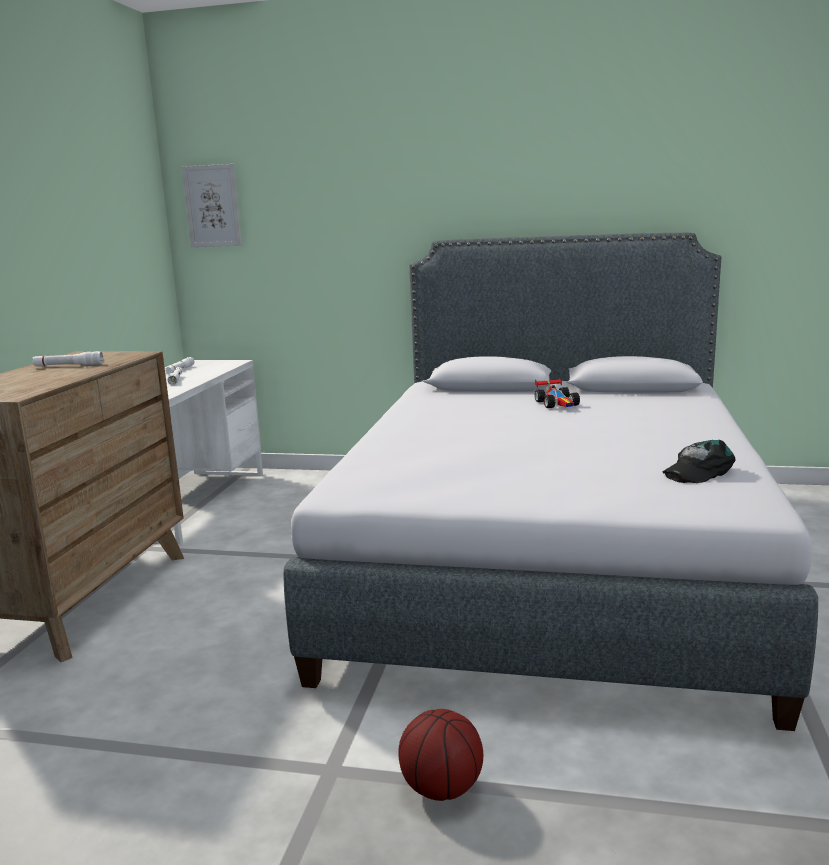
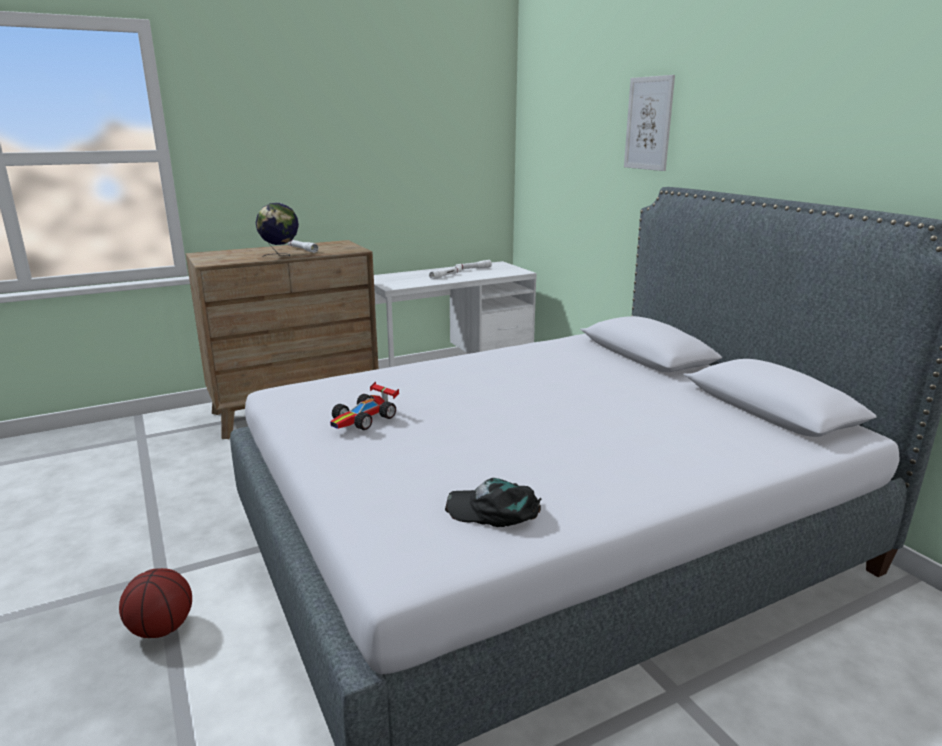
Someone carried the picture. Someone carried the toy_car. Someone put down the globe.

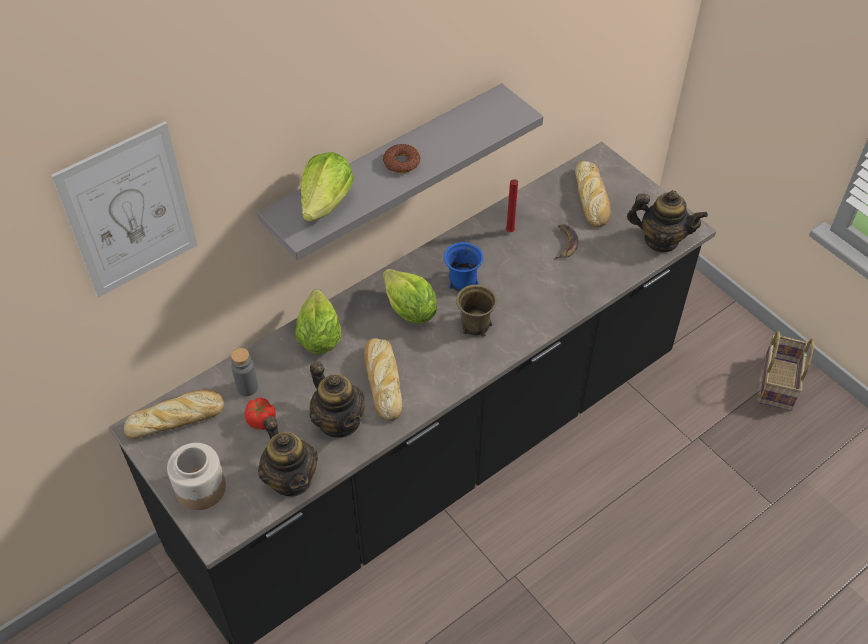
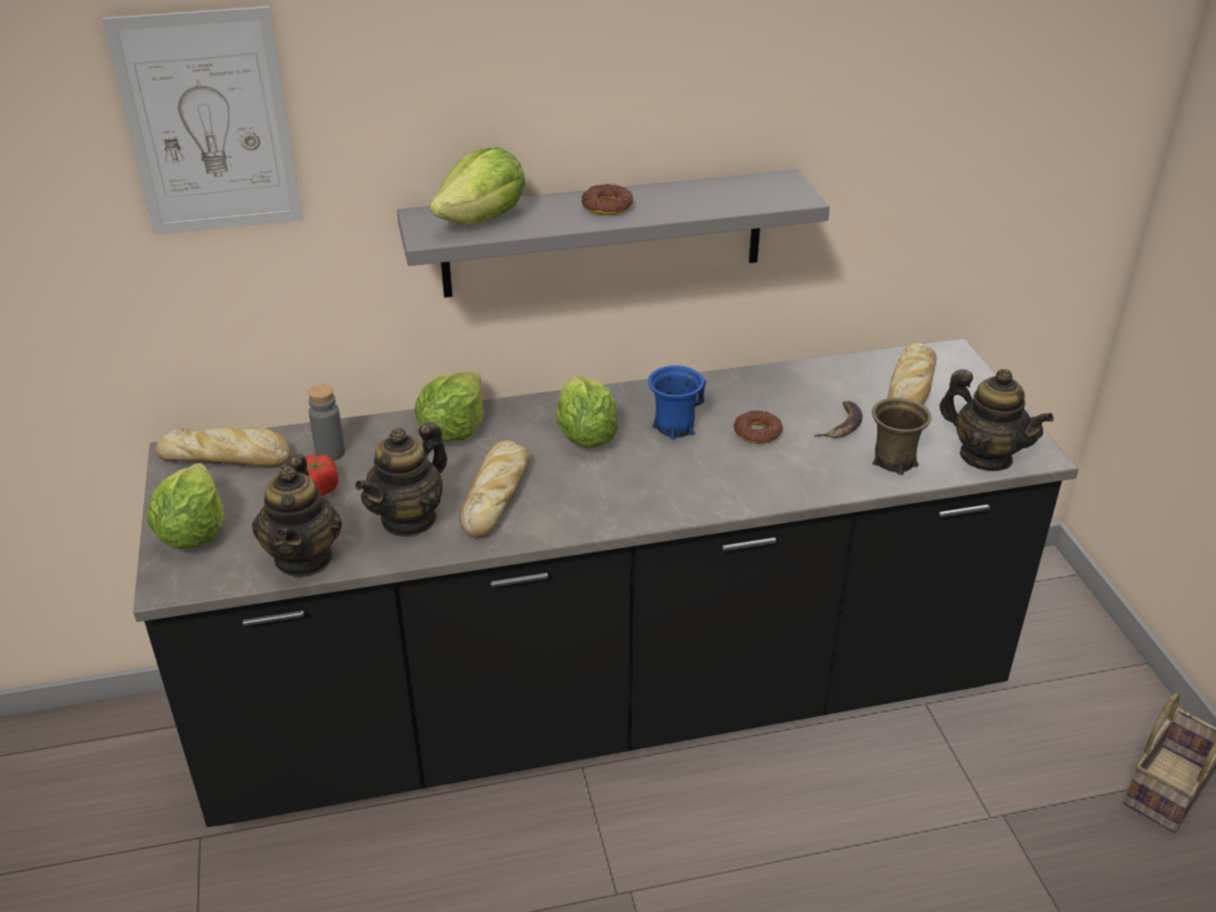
Someone took away the red-coloured_wax_light. Someone carried the brownish_mug. Someone rotated the pot_for_tea (no. 2 from left) by 45 degrees clockwise. Someone swapped the storage_jar for the head_of_lettuce (no. 1 from left). Someone put down the donut (no. 2 from left).

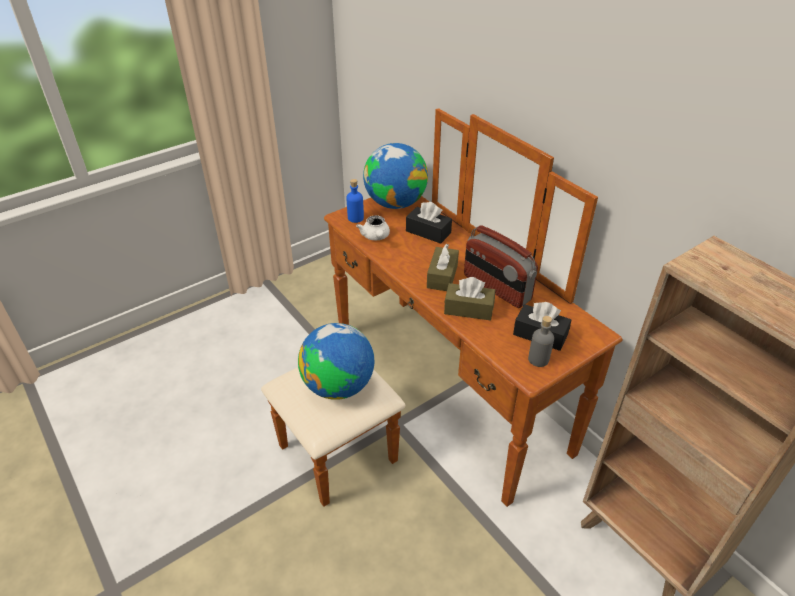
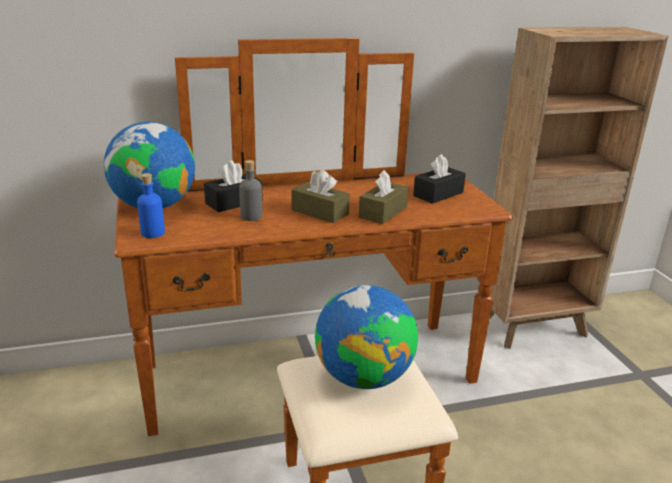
Someone took away the white-coloured_pot_for_tea. Someone took away the radio_set. Someone carried the grey_beverage_bottle.

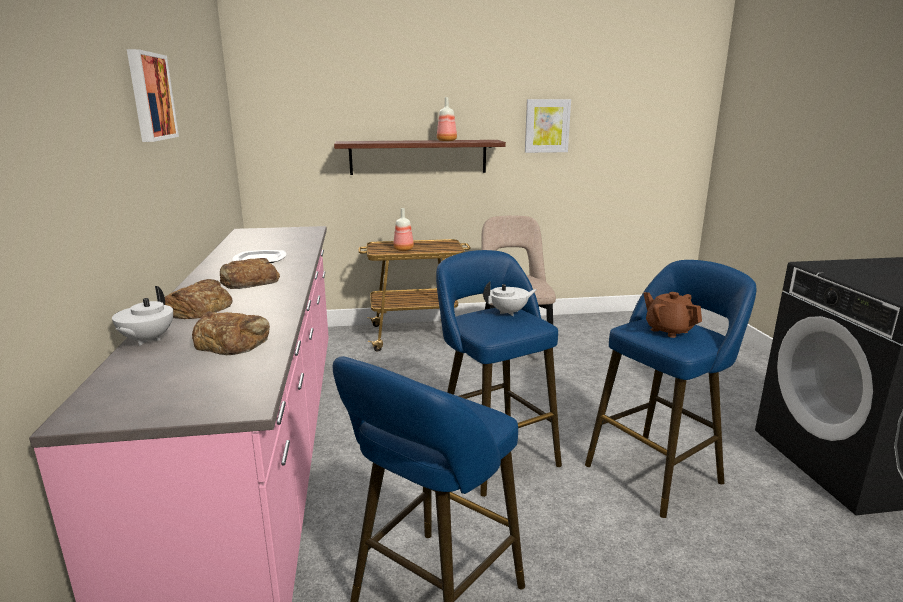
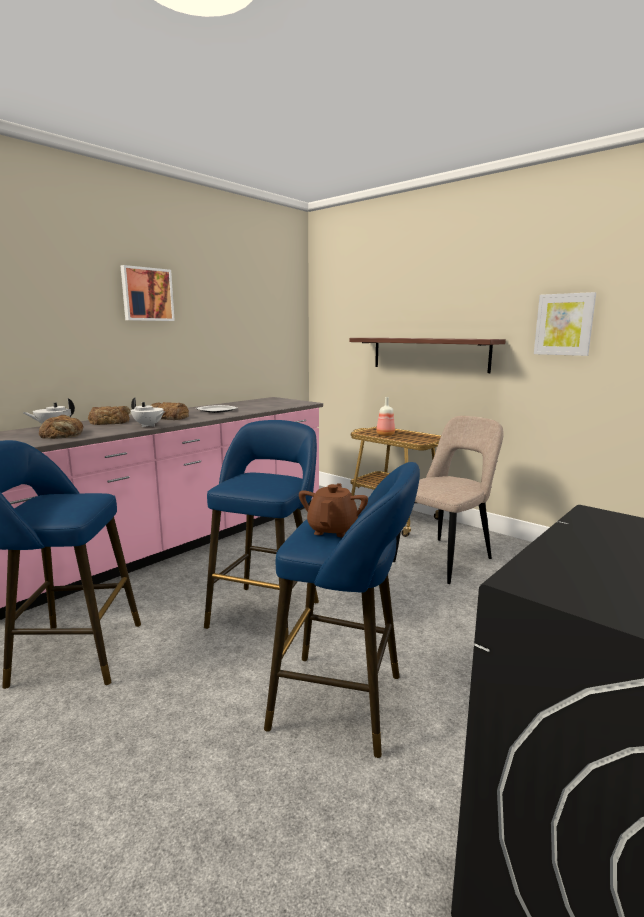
Someone took away the beverage_bottle (no. 2 from left). Someone carried the white-coloured_pot_for_tea (no. 2 from left).

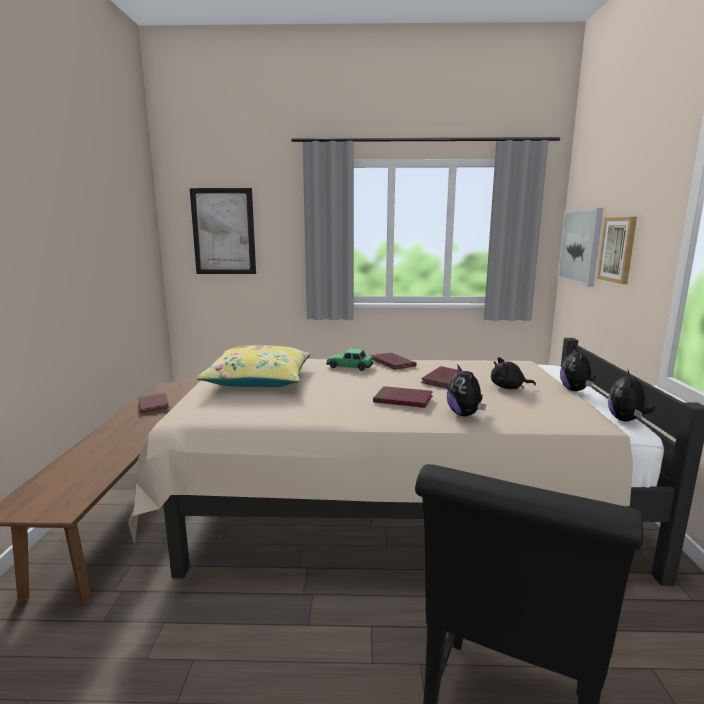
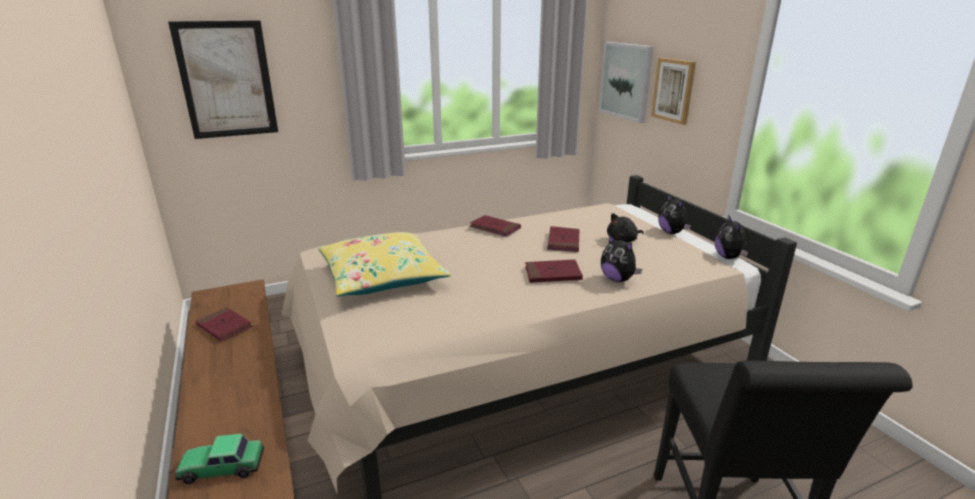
Someone carried the toy_car.

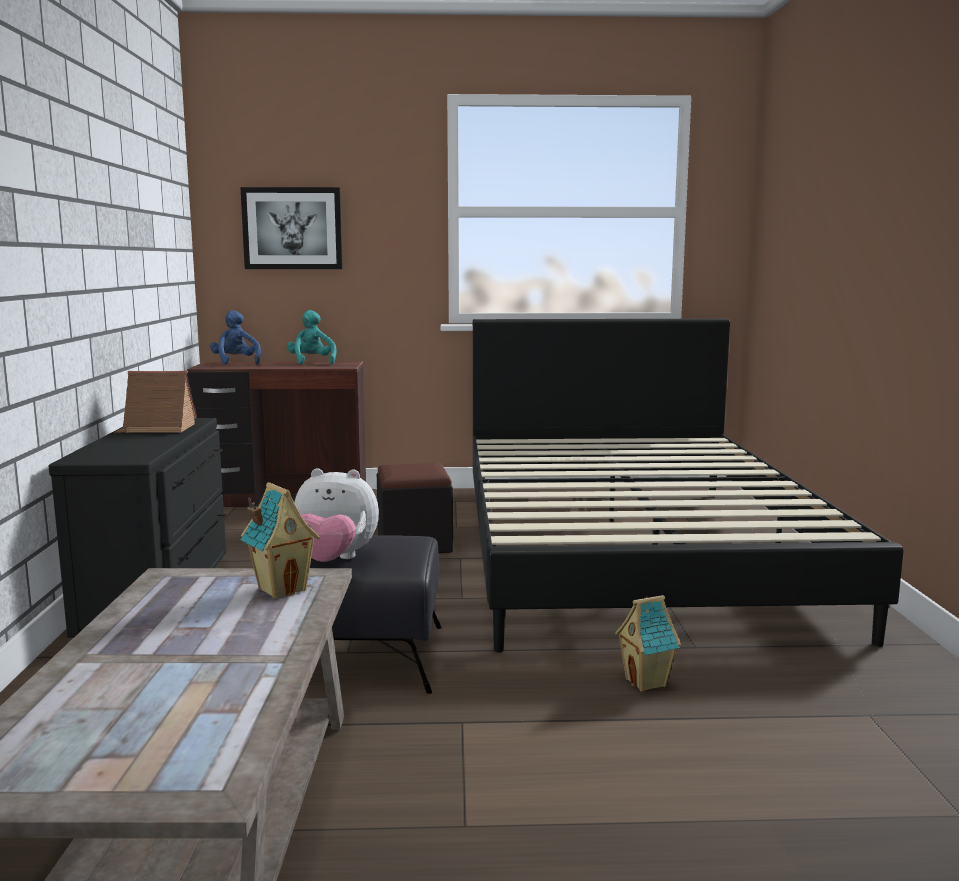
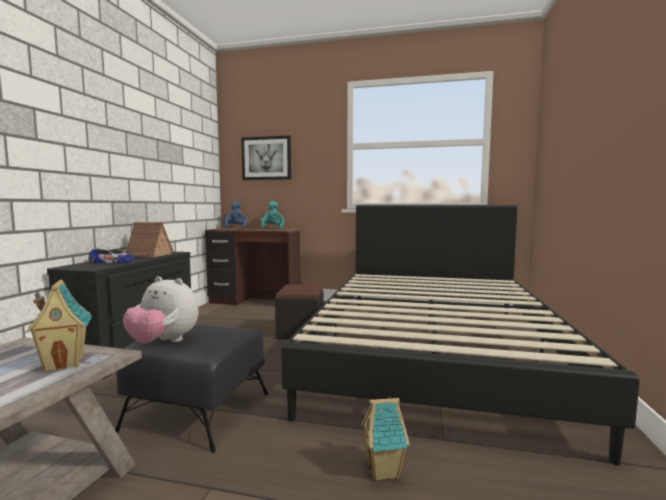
Someone put down the toy_car.

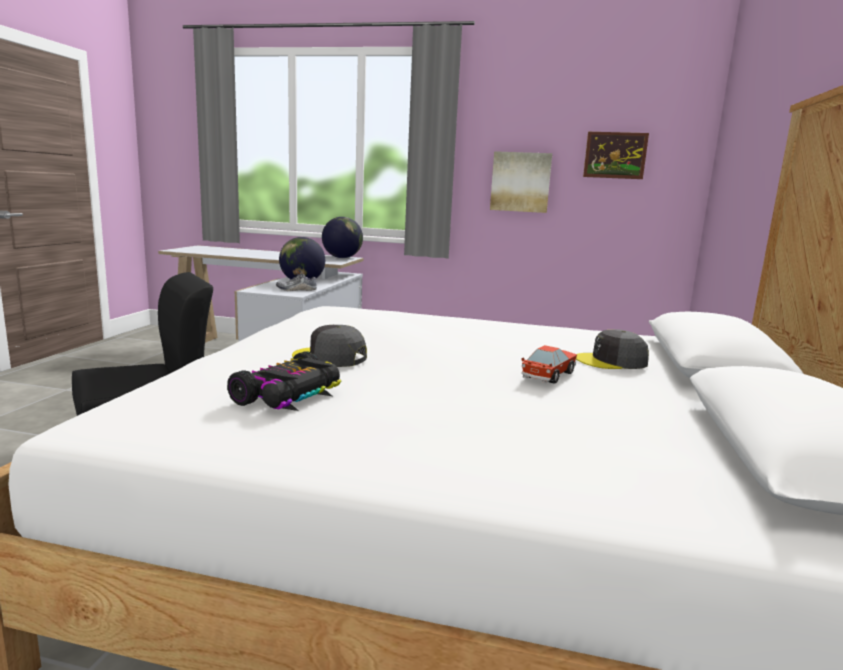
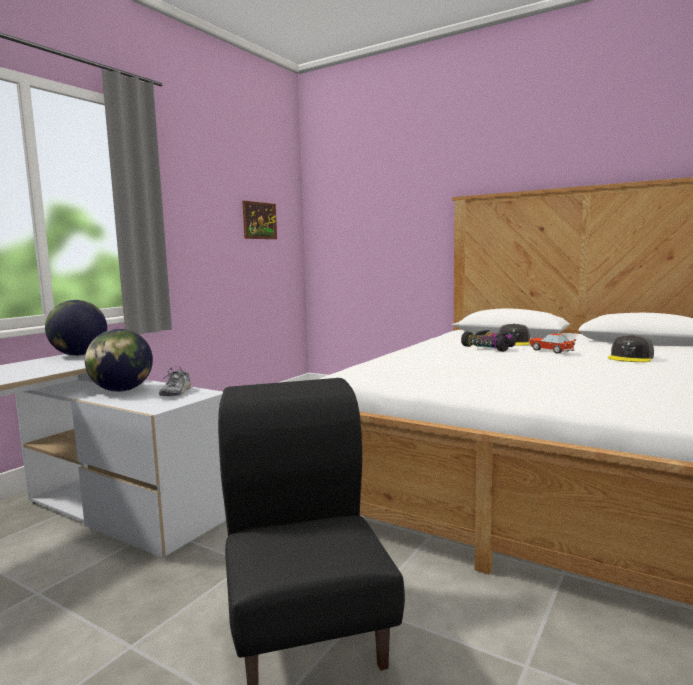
Someone took away the picture (no. 1 from left). Someone carried the grey_baseball_cap (no. 1 from left in the first image). Someone carried the toy_car (no. 1 from left).

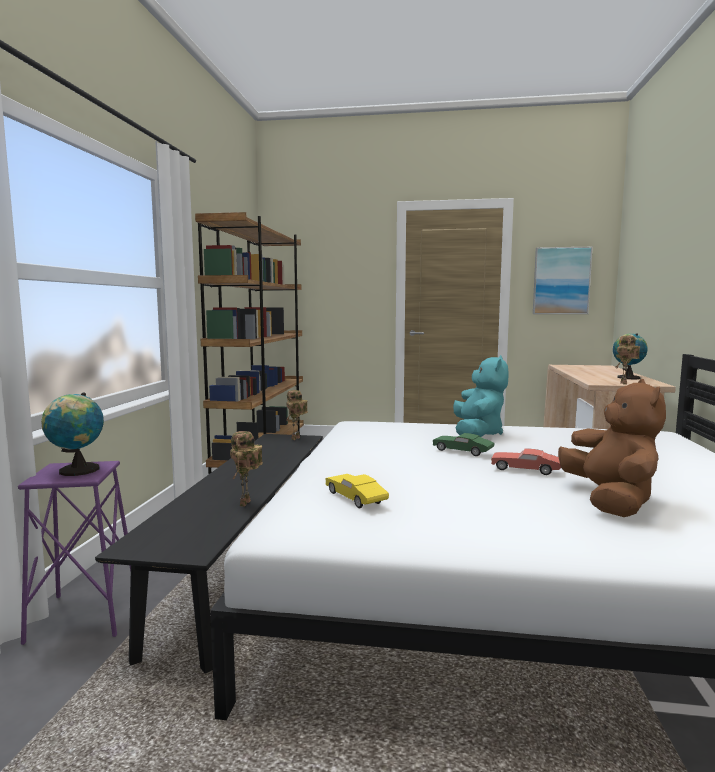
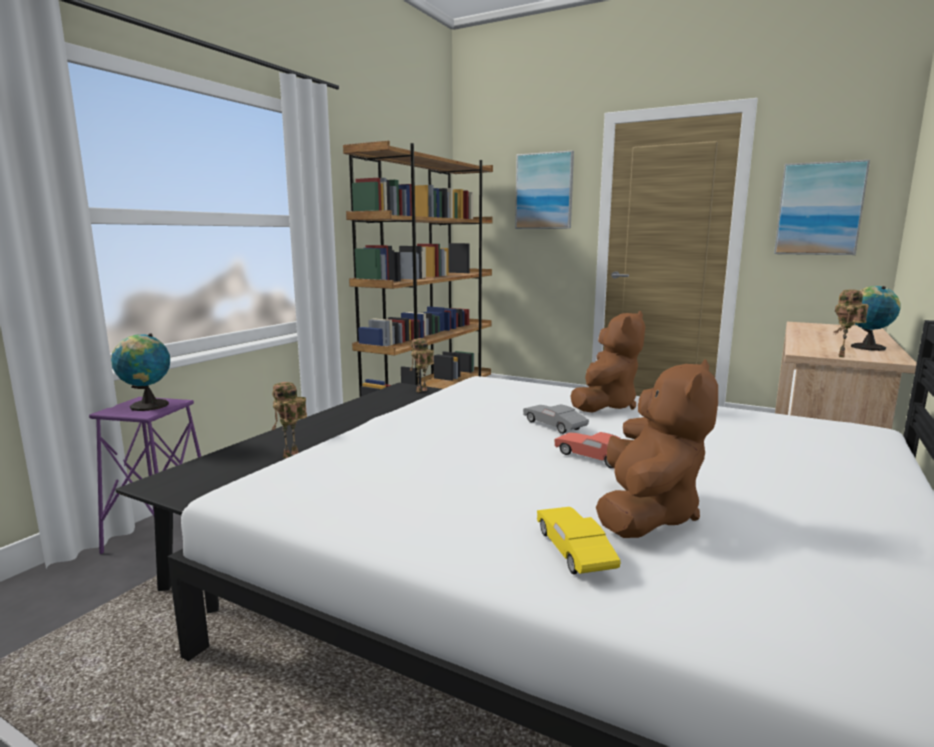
Someone repainted the turquoise-coloured_cuddly_toy, which became the brownish_cuddly_toy (no. 1 from left). Someone repainted the green-coloured_toy_car, which became the grey_toy_car. Someone carried the yellow_toy_car. Someone put up the picture (no. 1 from left).

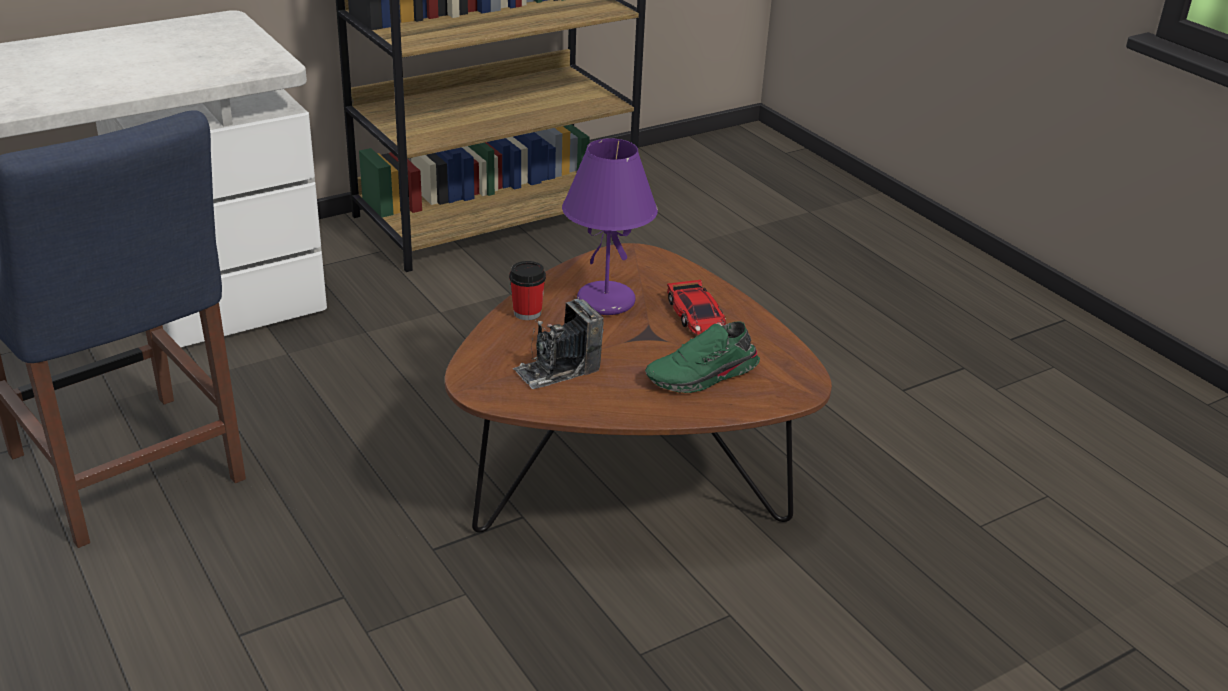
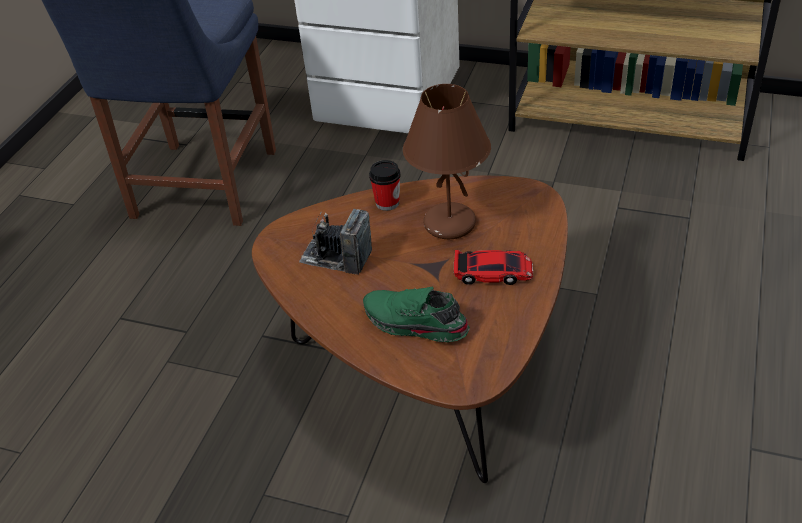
Someone repainted the purple_table_lamp, which became the brownish_table_lamp. Someone rotated the toy_car by 120 degrees counterclockwise.

